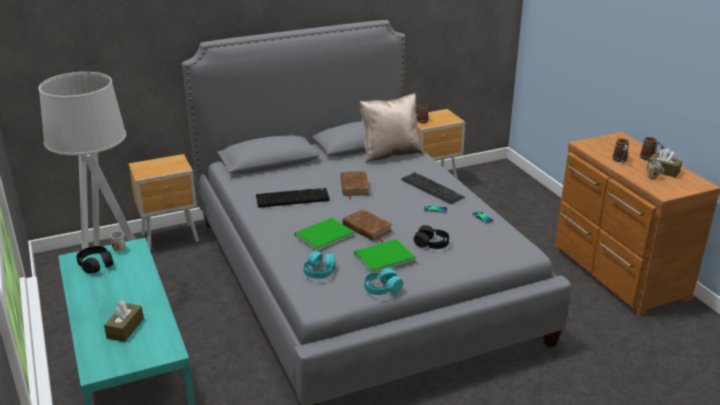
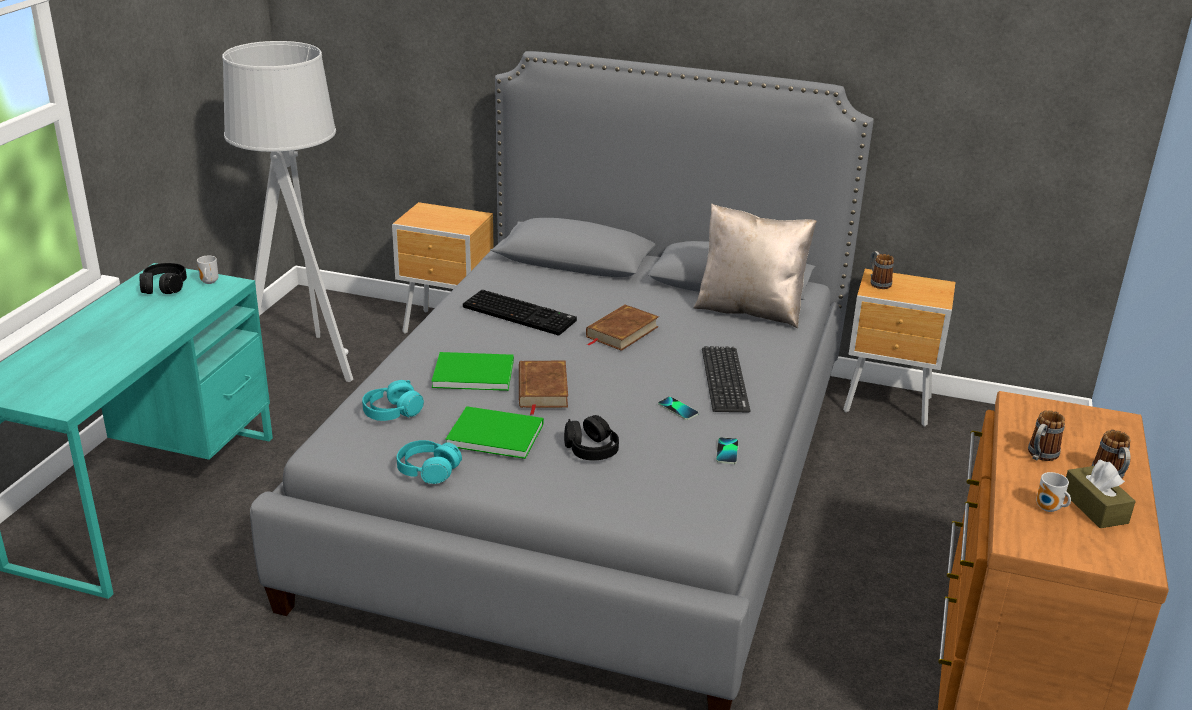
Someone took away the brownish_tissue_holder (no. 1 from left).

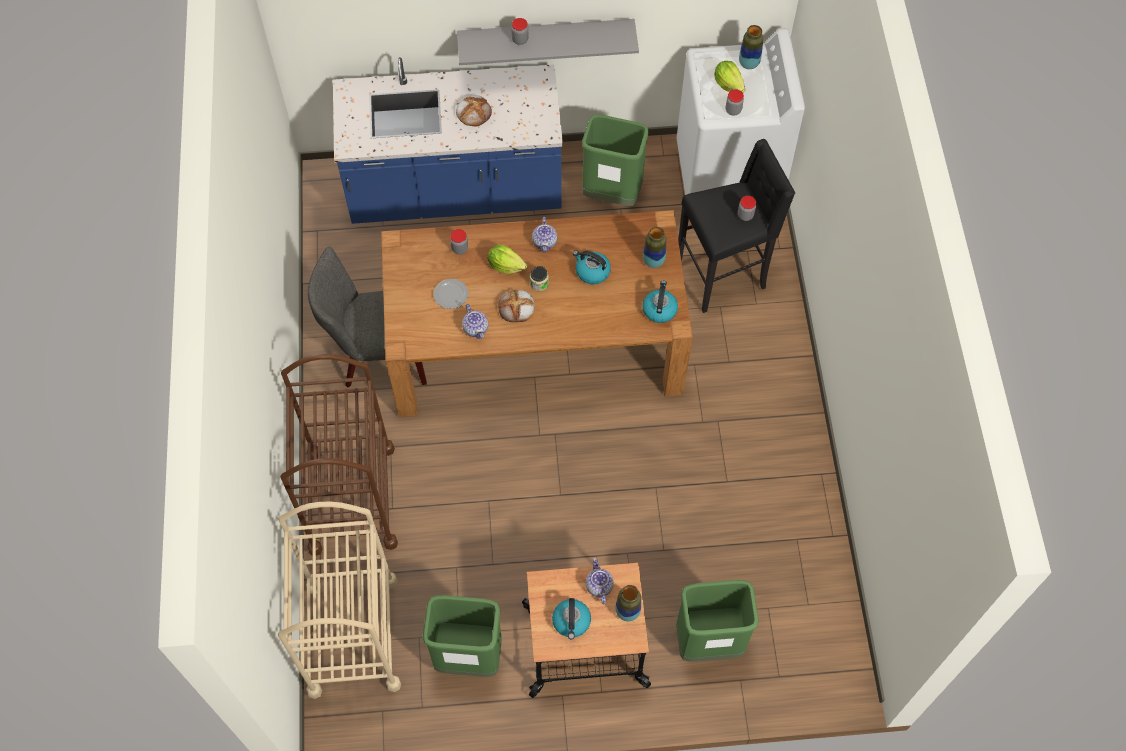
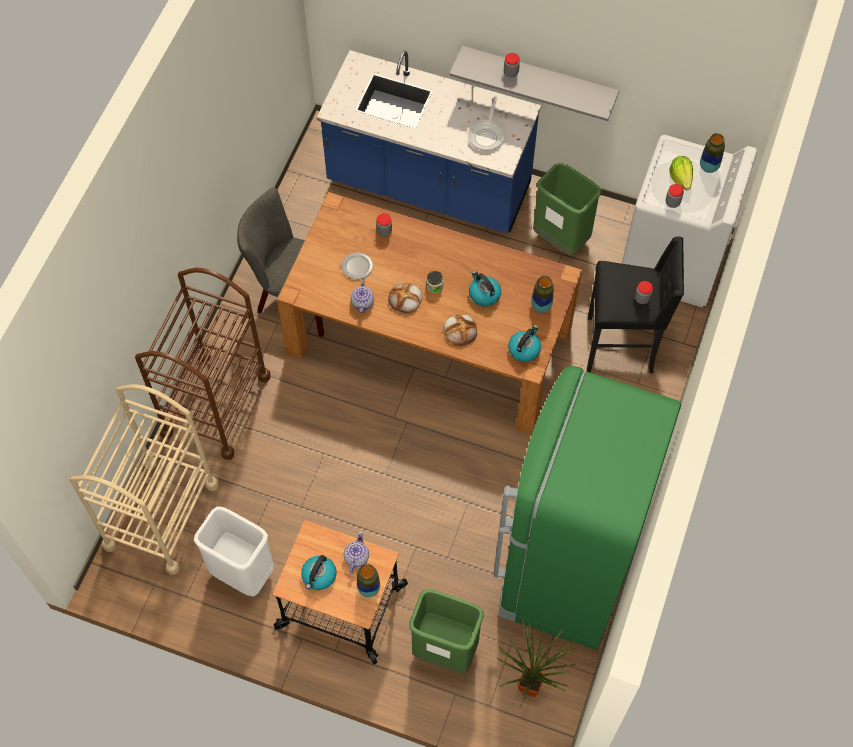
Someone carried the bread (no. 1 from left in the first image). Someone took away the pot_for_tea (no. 2 from left). Someone took away the head_of_lettuce (no. 1 from left). Someone repainted the green-coloured_waste_bin (no. 1 from left), which became the white-coloured_waste_bin. Someone put down the skillet. Someone put down the green-coloured_refrigerator. Someone put down the houseplant.

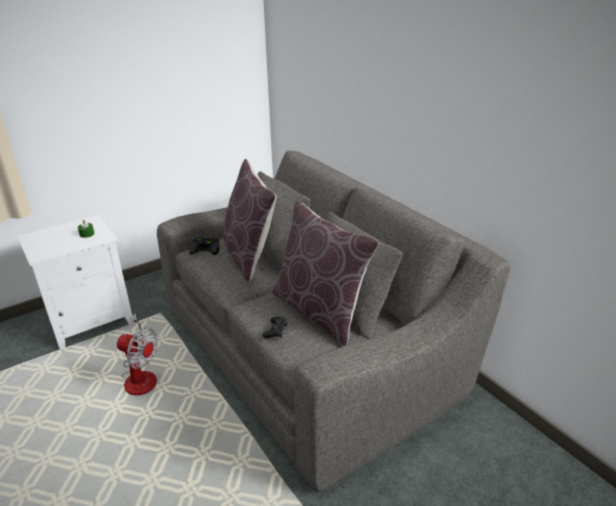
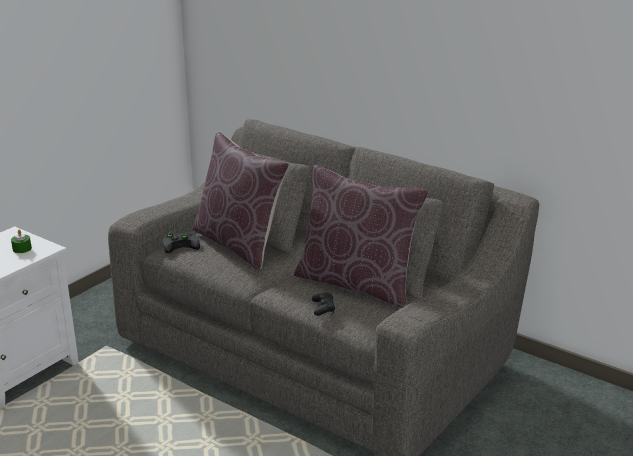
Someone took away the fan.

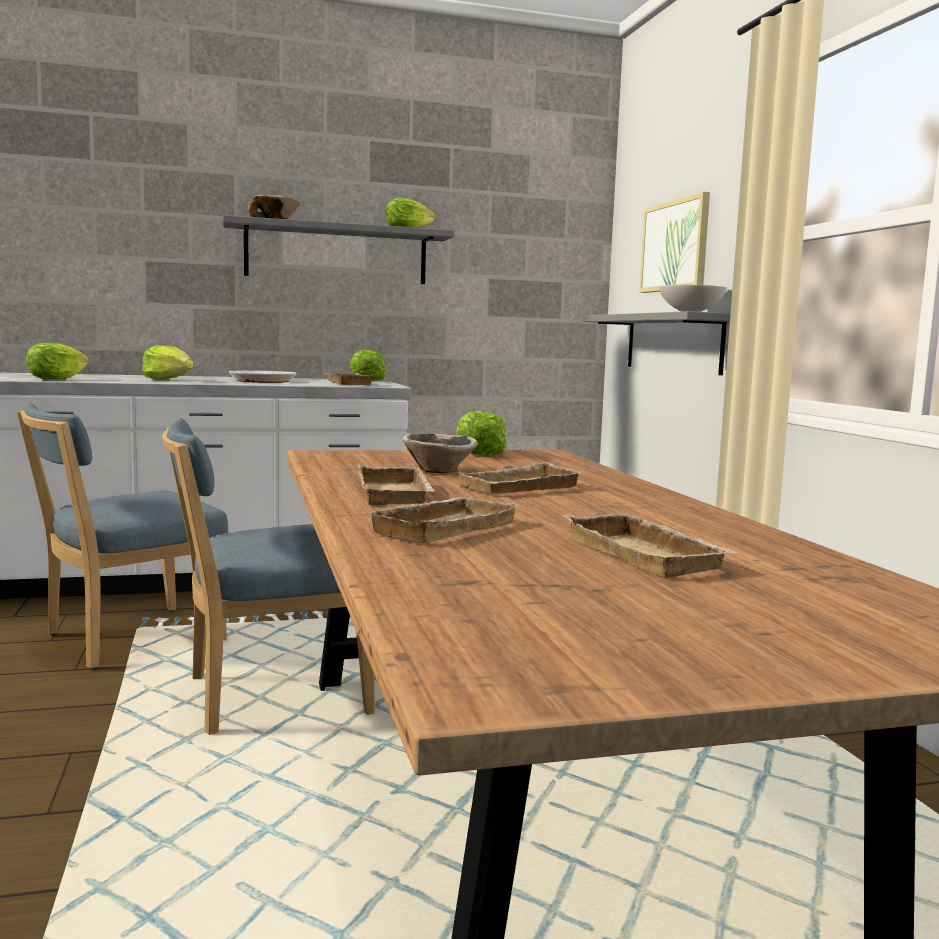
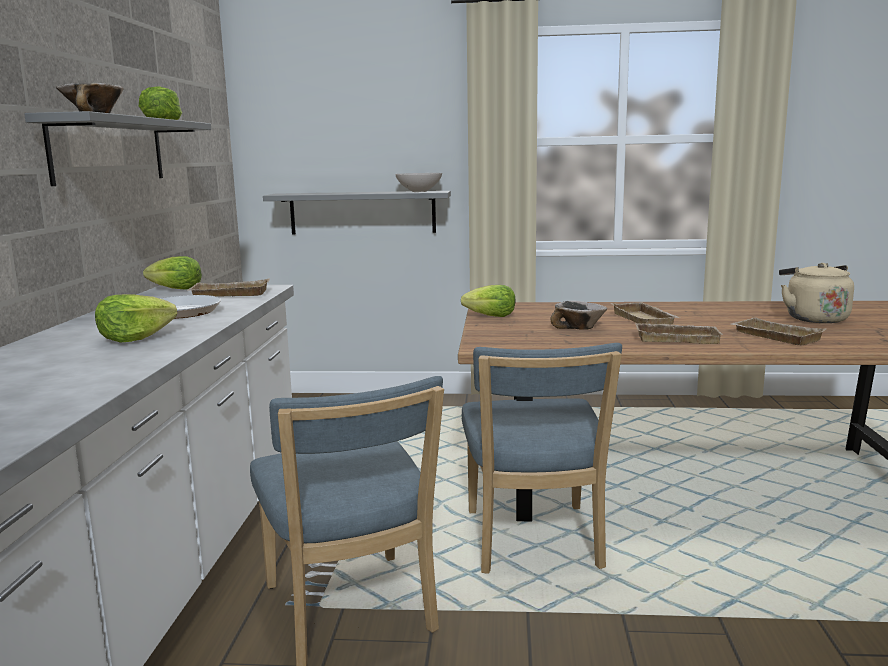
Someone took away the picture. Someone took away the head_of_lettuce (no. 1 from left). Someone swapped the beige-coloured_carrying_tray (no. 5 from left) for the beige-coloured_water_kettle.

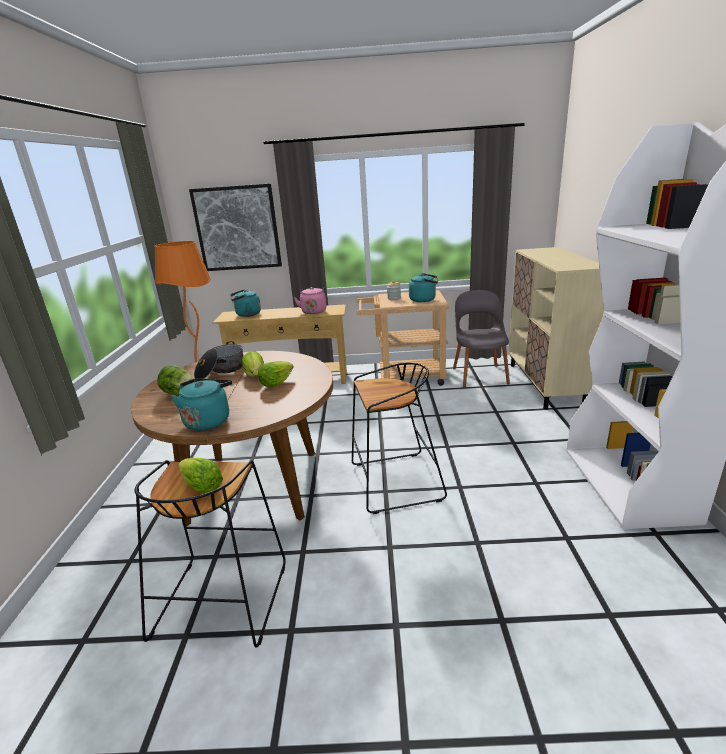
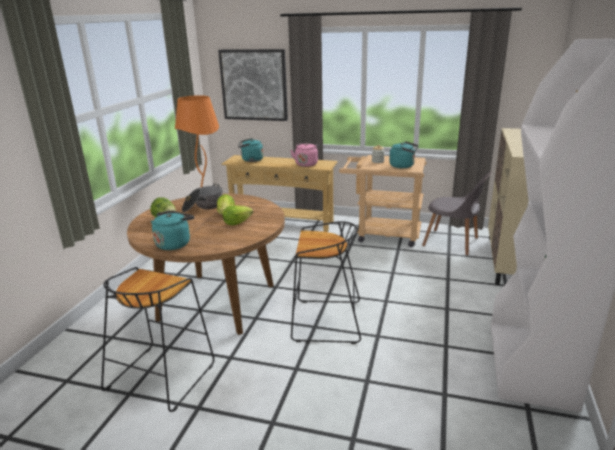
Someone rotated the grey_plain_chair by 105 degrees clockwise. Someone took away the head_of_lettuce (no. 2 from left).

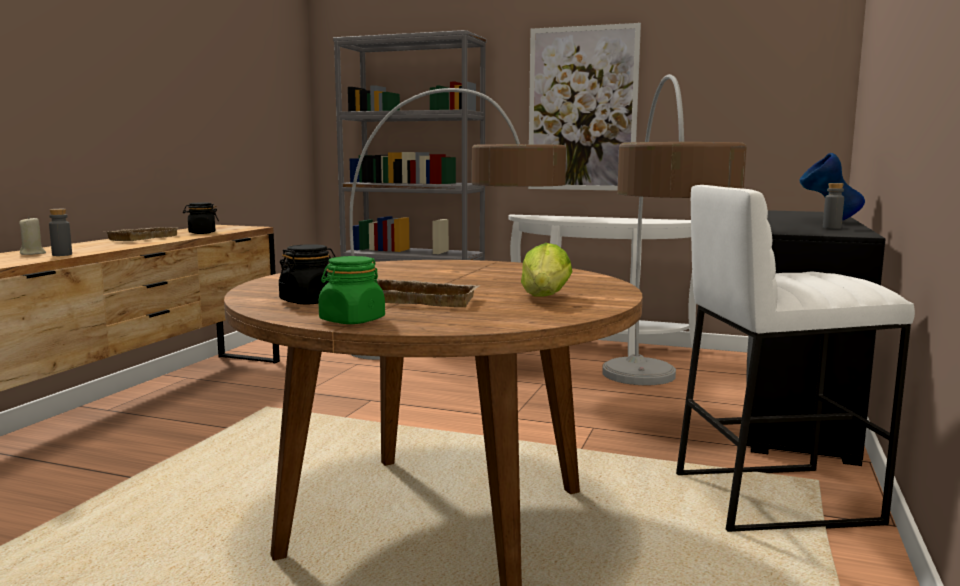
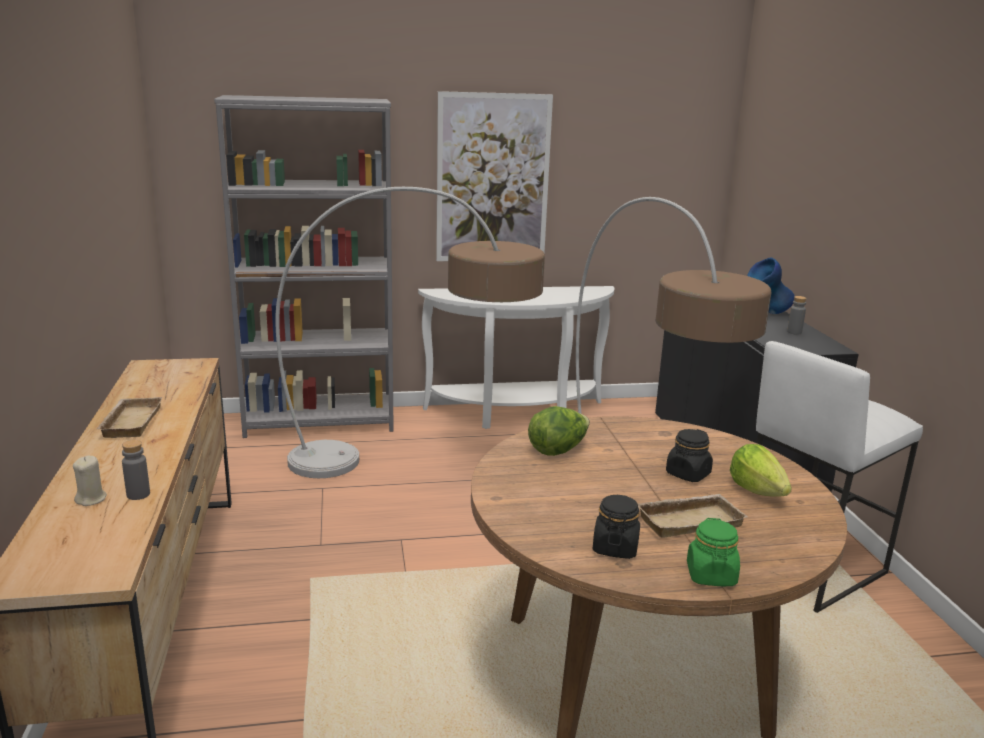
Someone carried the black_storage_jar (no. 1 from left in the first image). Someone put down the head_of_lettuce (no. 1 from left).

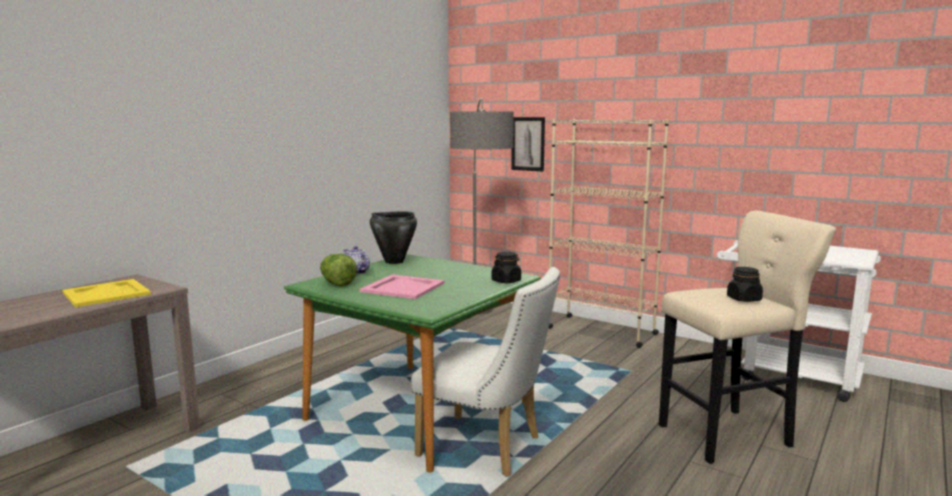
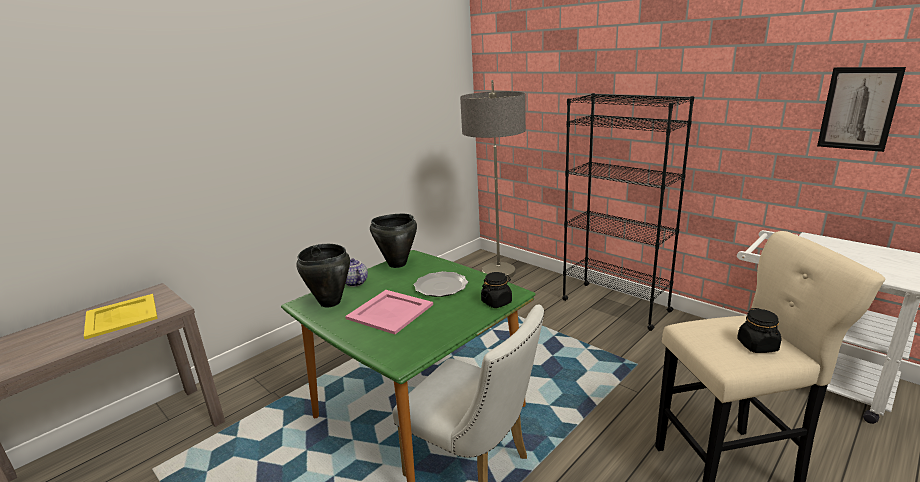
Someone carried the picture. Someone repainted the beige-coloured_shelving_unit, which became the black_shelving_unit. Someone swapped the head_of_lettuce for the black_saucepot (no. 1 from left). Someone put down the plate.

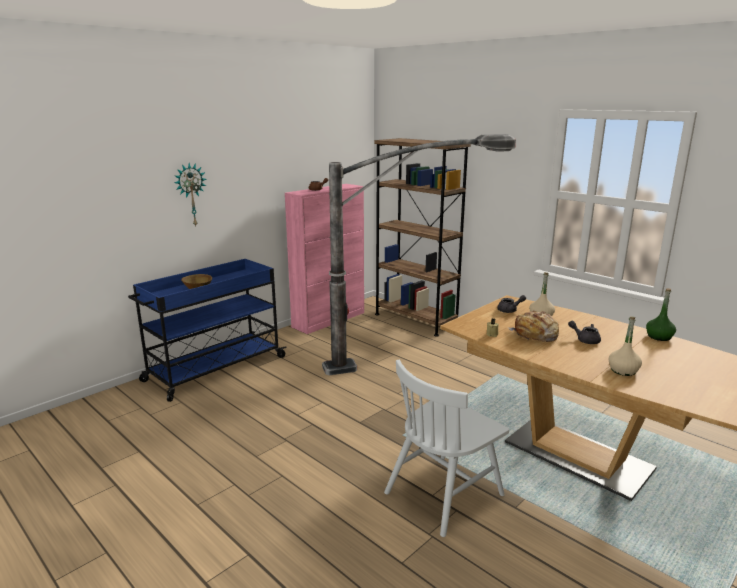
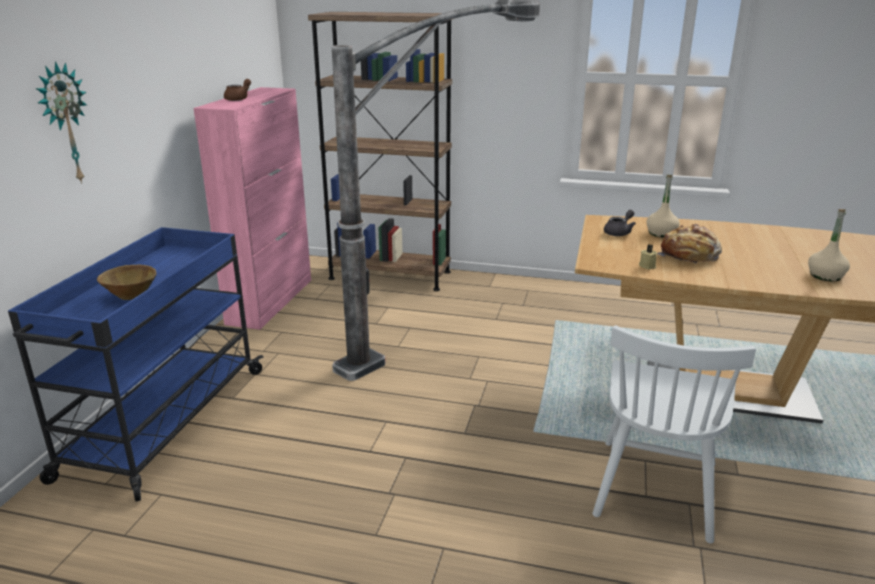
Someone took away the green-coloured_beverage_bottle. Someone took away the grey_pot_for_tea (no. 2 from left).

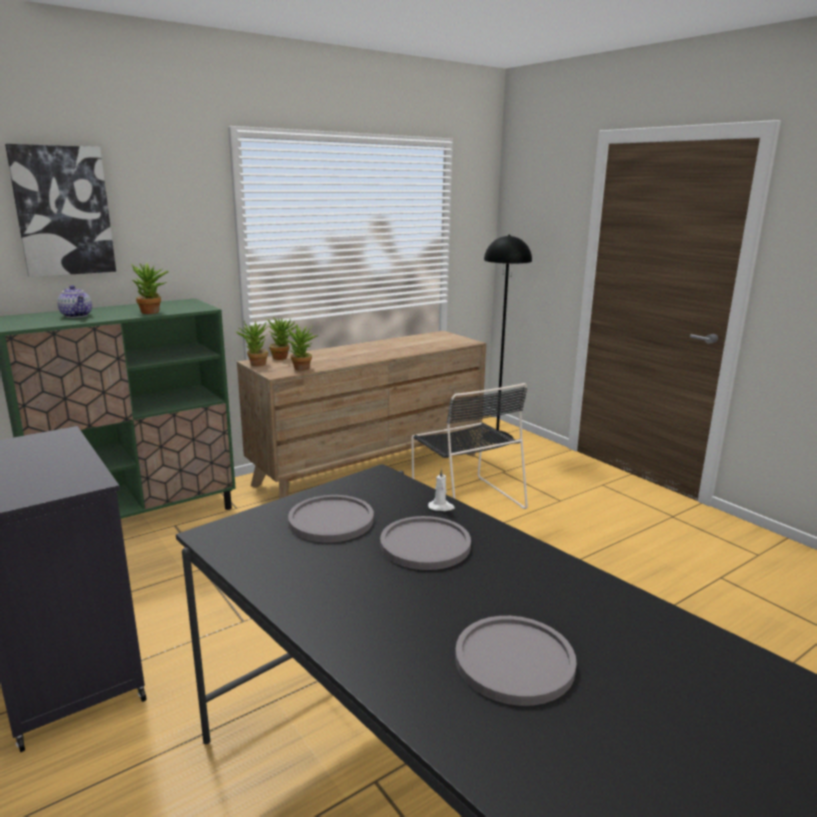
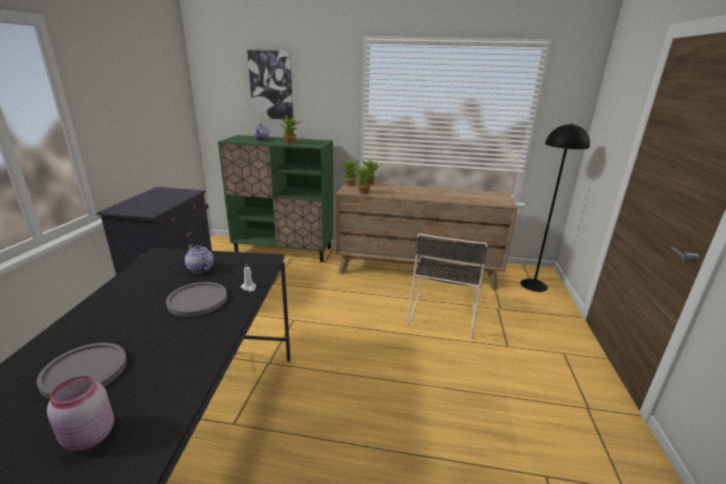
Someone swapped the grey_plate (no. 1 from left) for the pot_for_tea (no. 1 from left). Someone put down the pink-coloured_storage_jar.

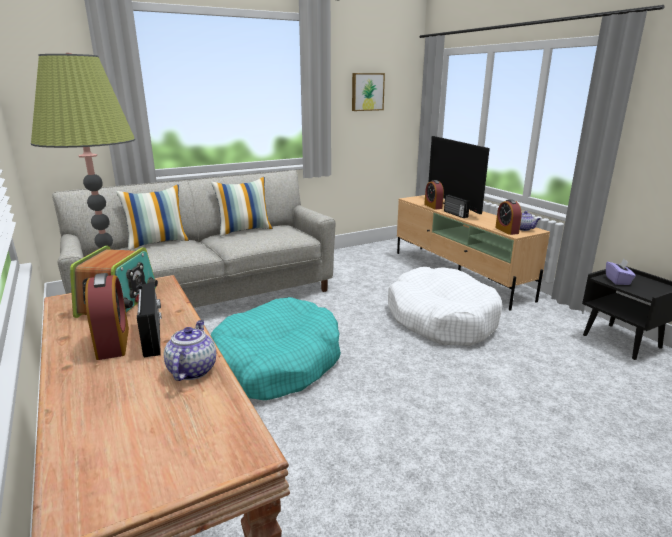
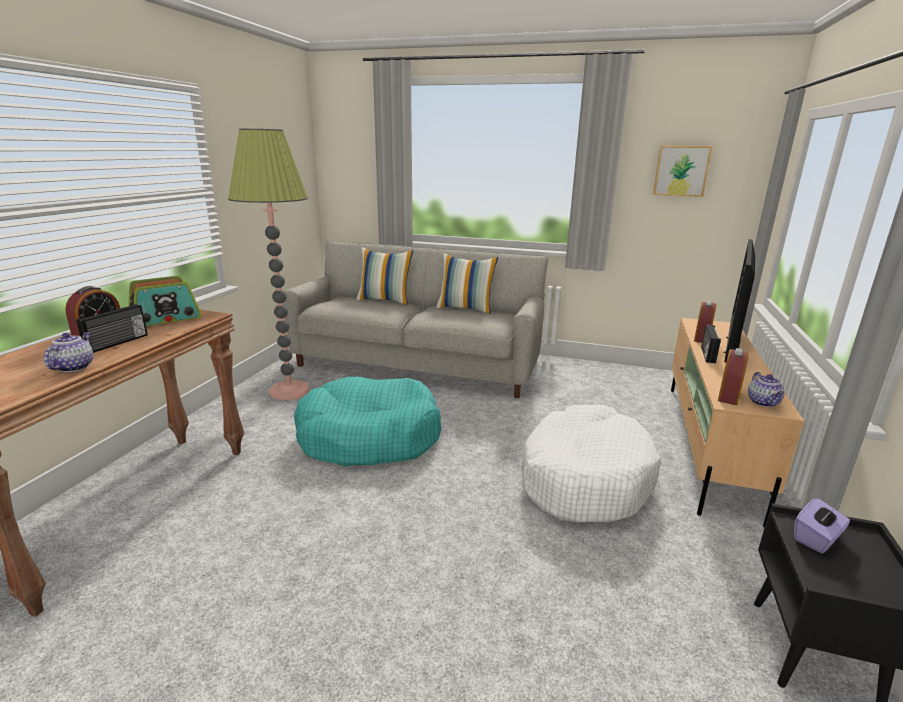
Someone rotated the pot_for_tea (no. 1 from left) by 45 degrees counterclockwise.

